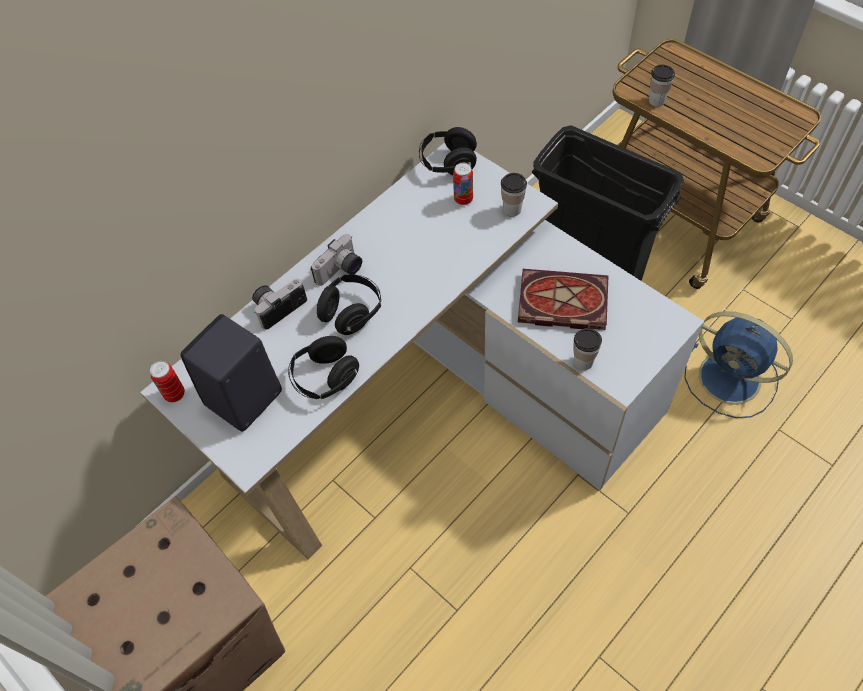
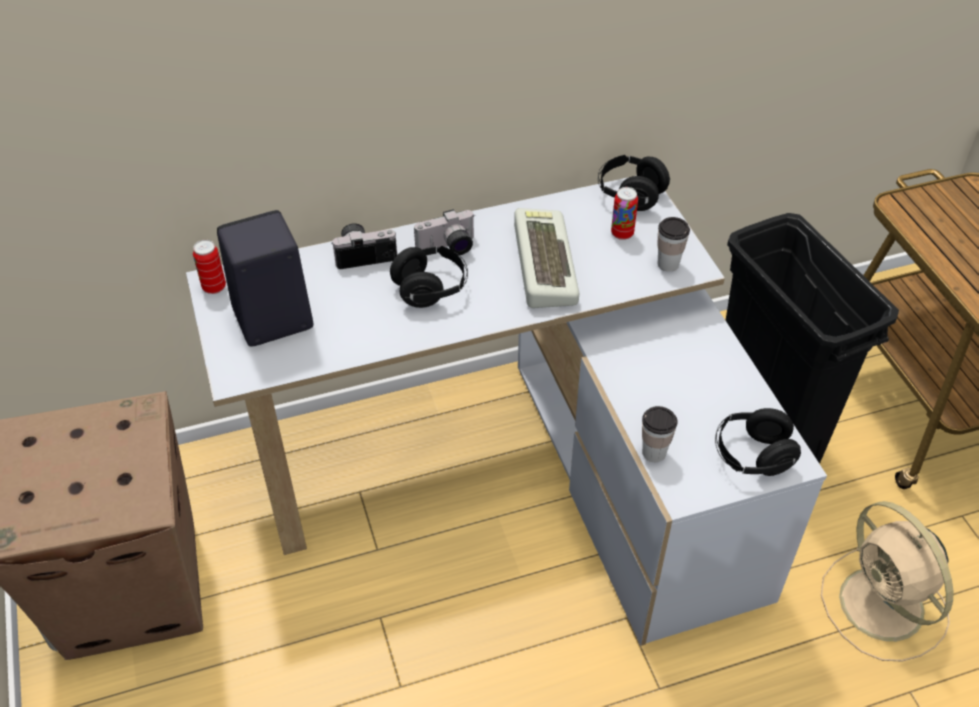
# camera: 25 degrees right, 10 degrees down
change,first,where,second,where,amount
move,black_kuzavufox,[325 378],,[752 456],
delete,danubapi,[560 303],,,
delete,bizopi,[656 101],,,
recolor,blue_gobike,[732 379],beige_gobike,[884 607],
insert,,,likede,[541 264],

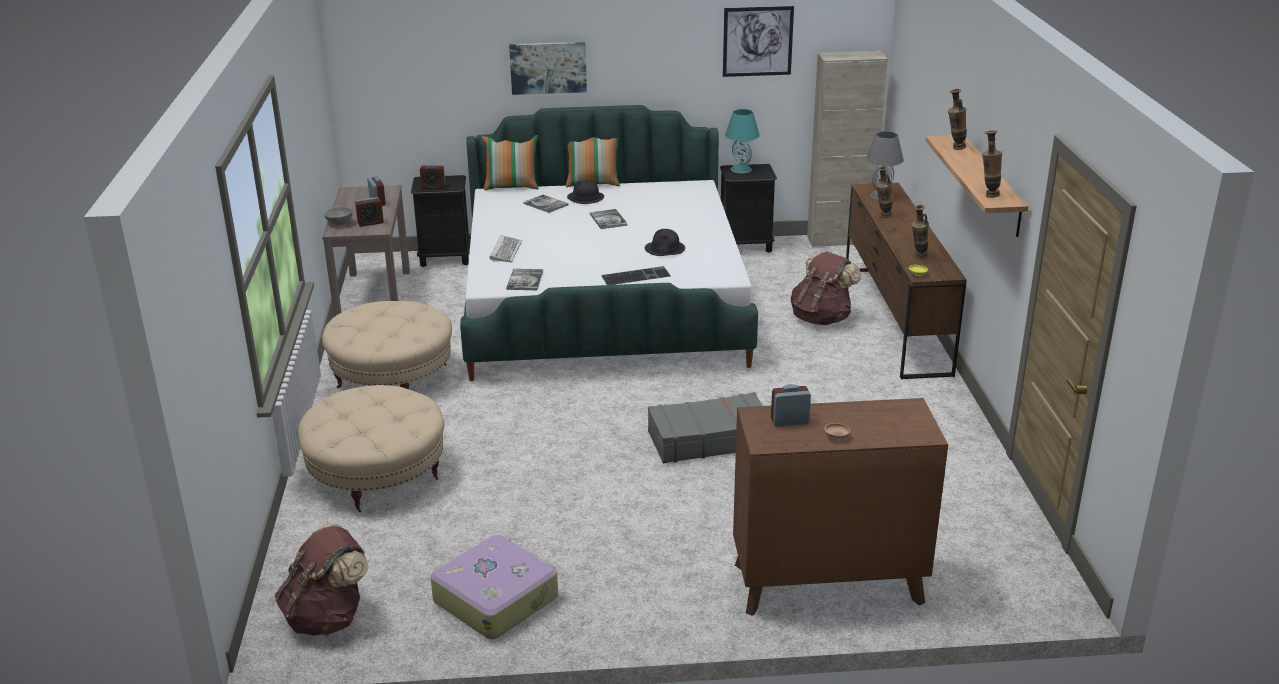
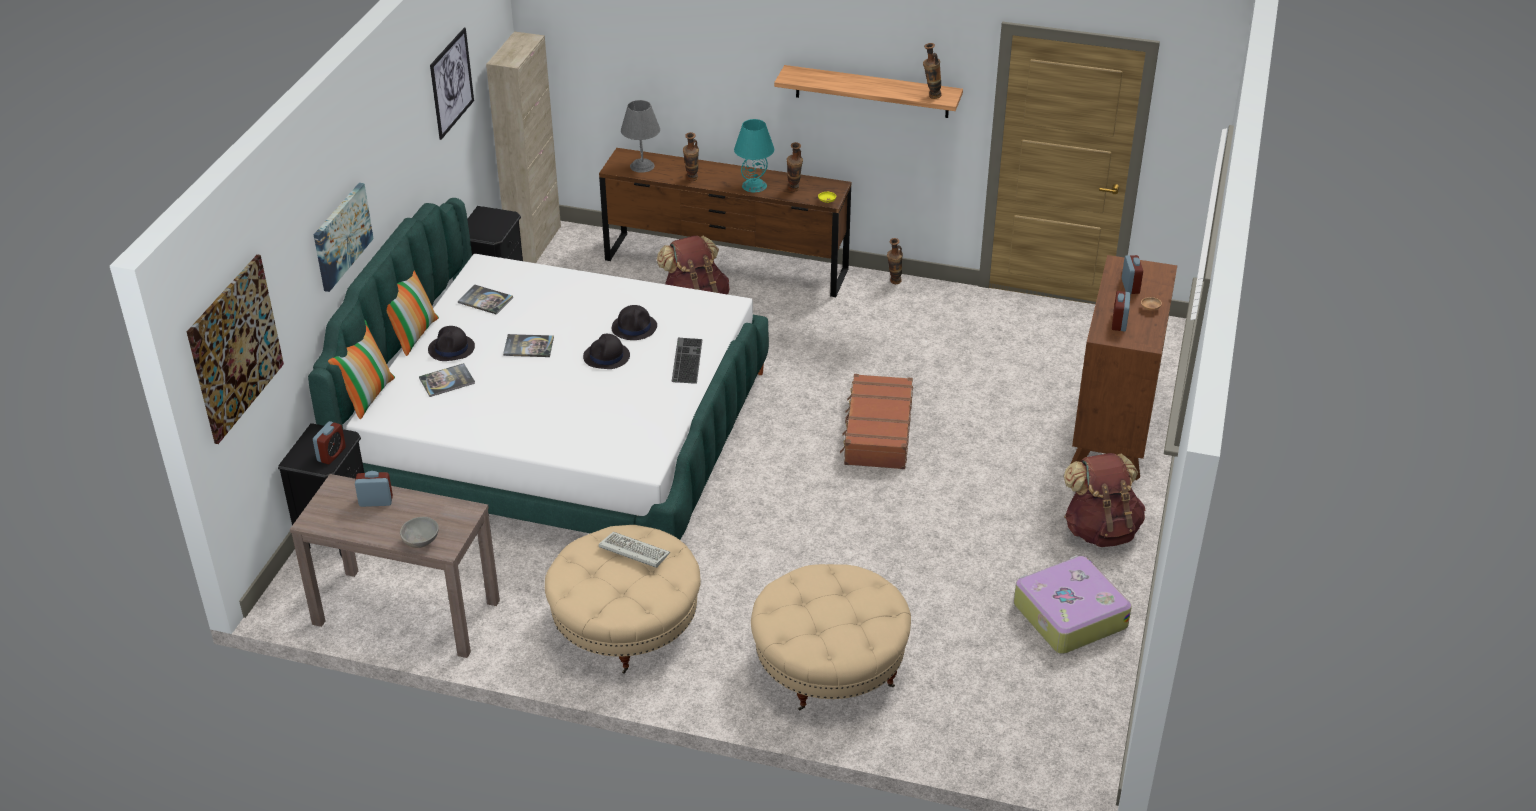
# camera: 70 degrees left, 10 degrees up
change,first,where,second,where,amount
move,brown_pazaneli,[328 618],,[1100 530],
move,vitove,[370 223],,[1130 286],
move,likede,[505 251],,[632 552],
move,danubapi,[525 280],,[485 300],
recolor,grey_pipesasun,[709 439],brown_pipesasun,[877 432],
move,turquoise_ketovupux,[740 169],,[754 186],
move,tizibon,[954 148],,[894 283],
insert,,,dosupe,[235 348],
insert,,,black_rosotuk,[606 357],

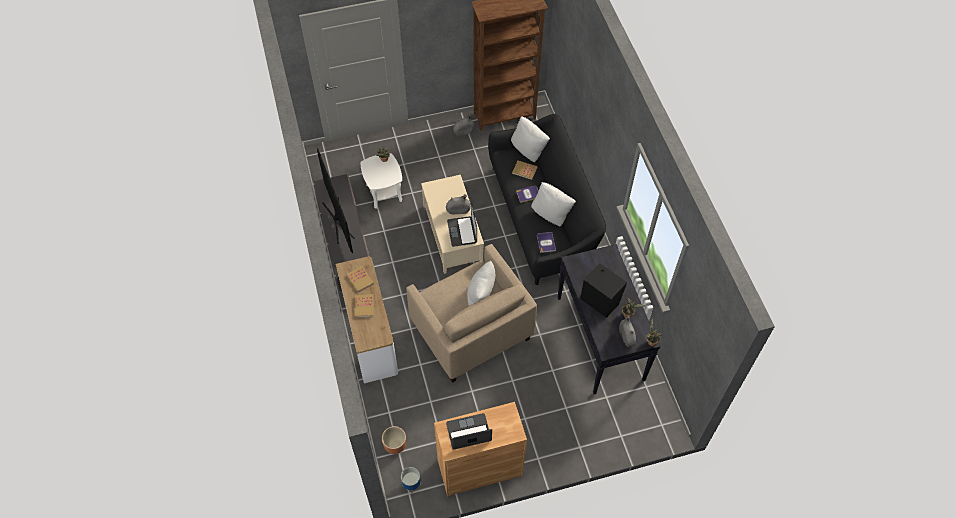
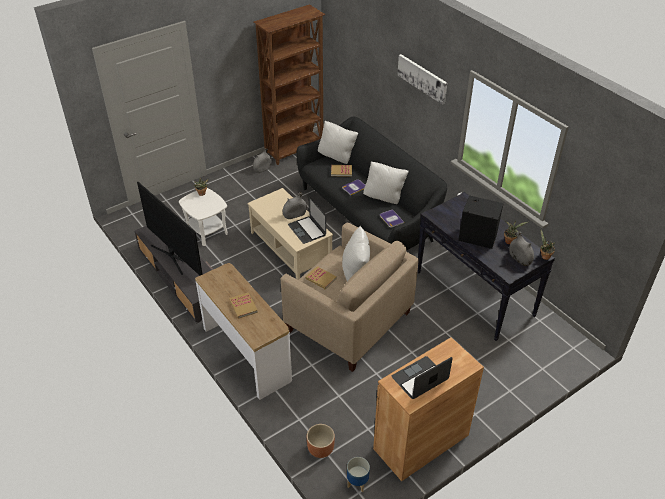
# camera: 20 degrees left, 15 degrees down
change,first,where,second,where,amount
move,danubapi,[360 280],,[320 278],
insert,,,dosupe,[422 78],

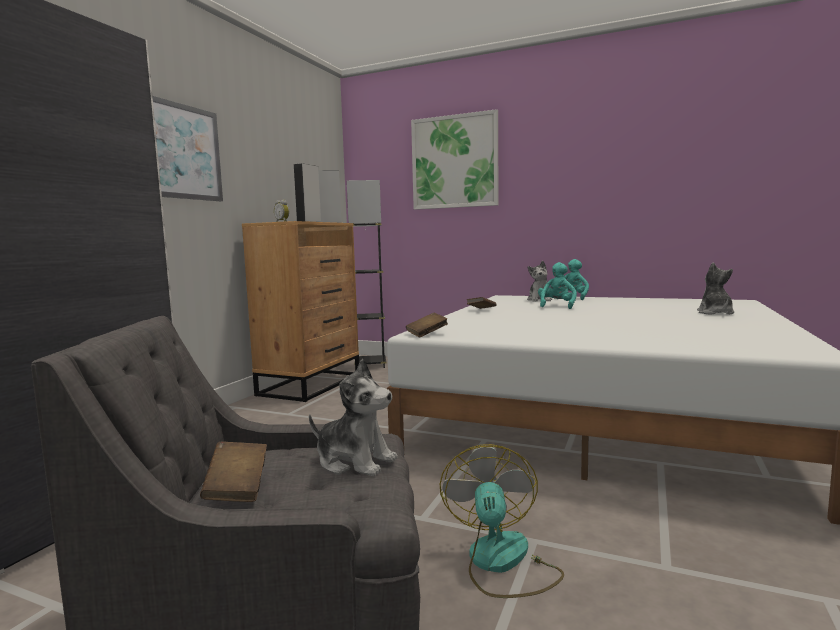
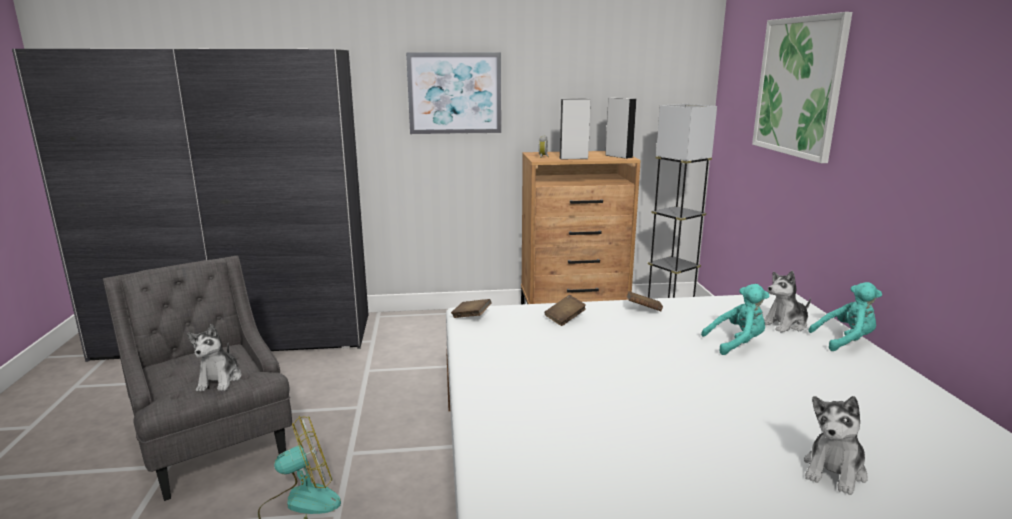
# camera: 60 degrees right, 10 degrees up
change,first,where,second,where,amount
move,brown_danubapi,[237 489],,[565 319],
rotate,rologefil,[715 313],,[834 471],150 degrees clockwise

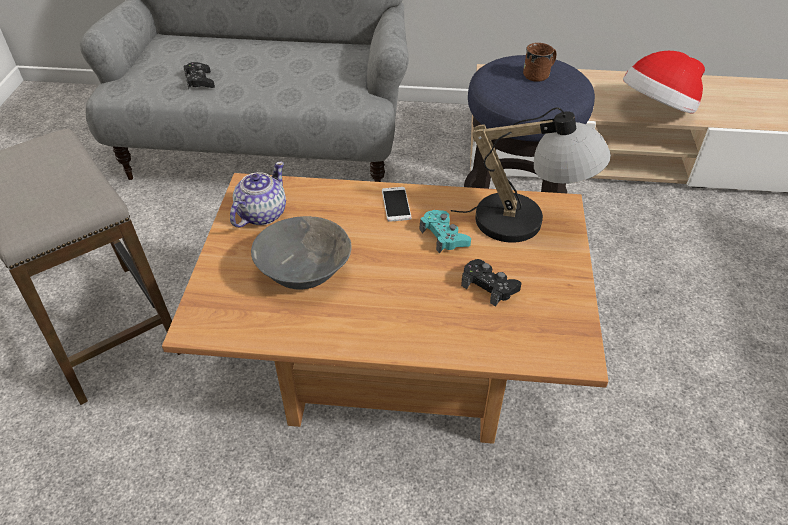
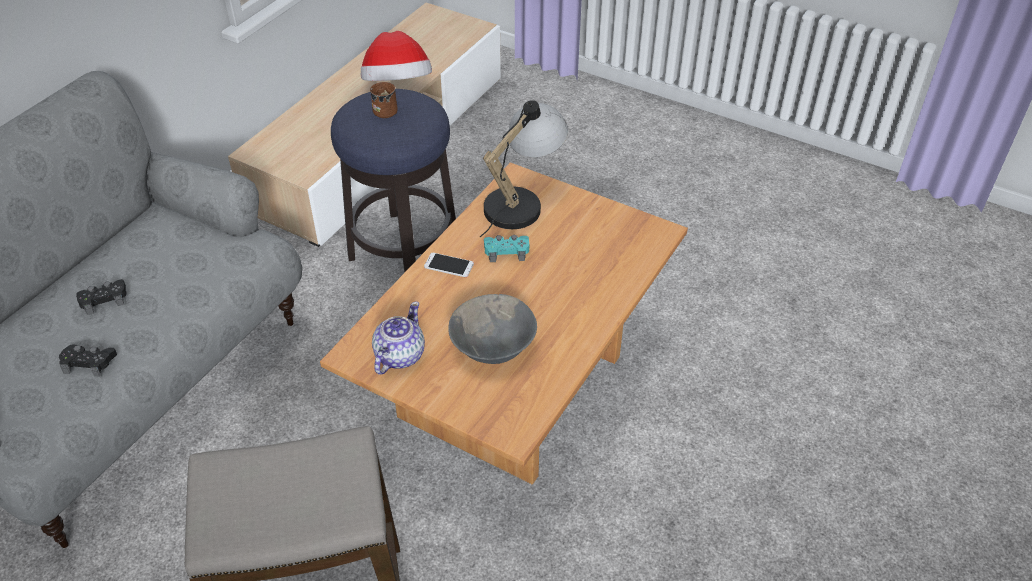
# camera: 65 degrees left, 0 degrees up
change,first,where,second,where,amount
rotate,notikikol,[261 214],,[399 356],60 degrees clockwise
move,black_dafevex,[489 286],,[104 300],

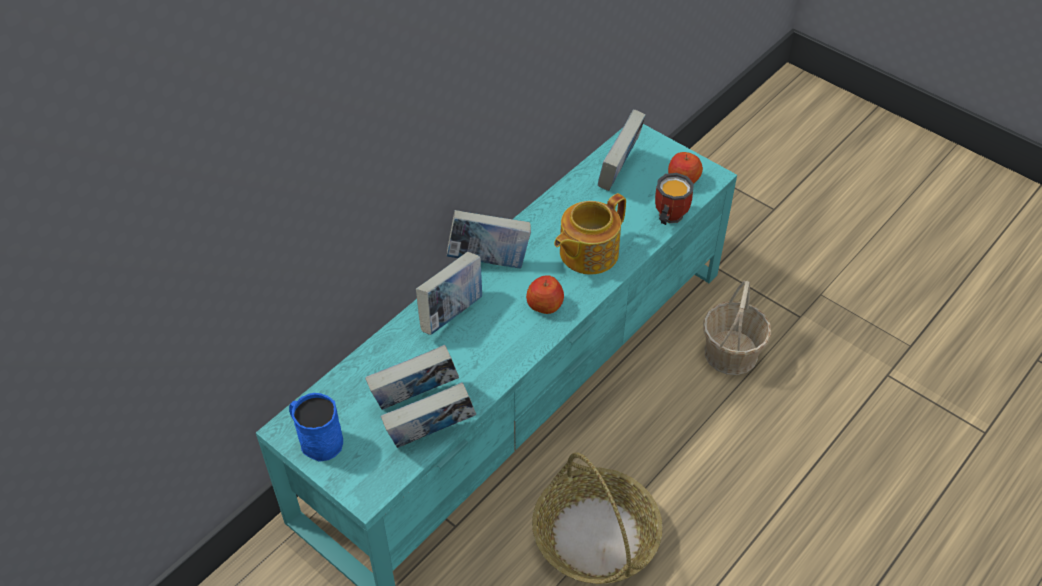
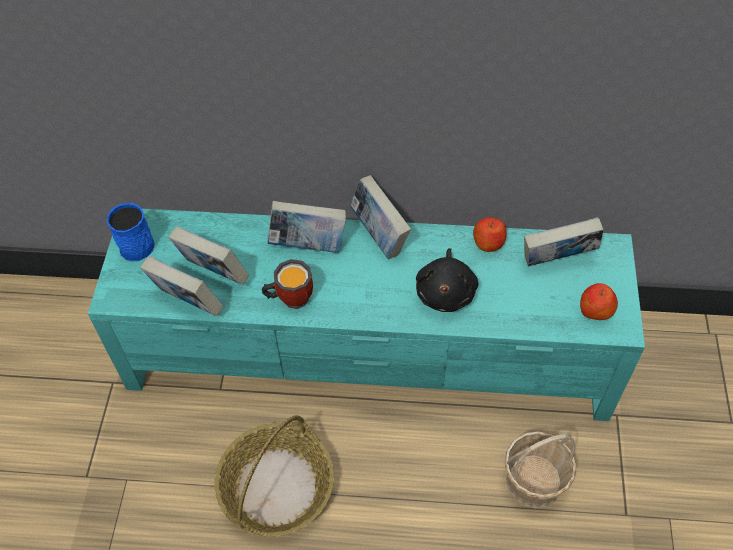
# camera: 55 degrees right, 5 degrees up
change,first,where,second,where,amount
move,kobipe,[545 305],,[488 243],
replace,notikikol,[587 253],black_rologefil,[446 292],
move,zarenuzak,[667 217],,[290 297],

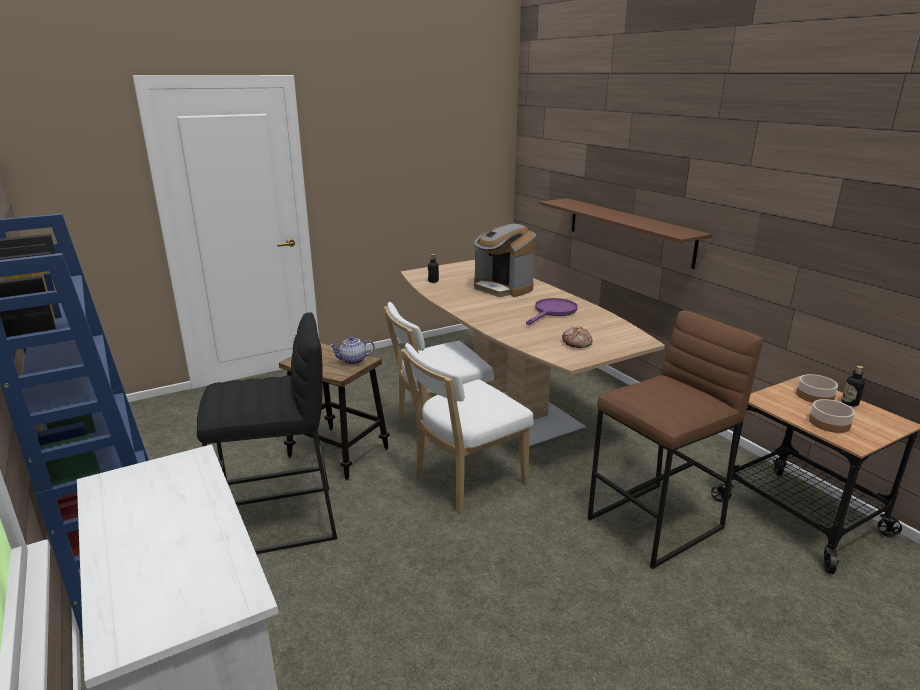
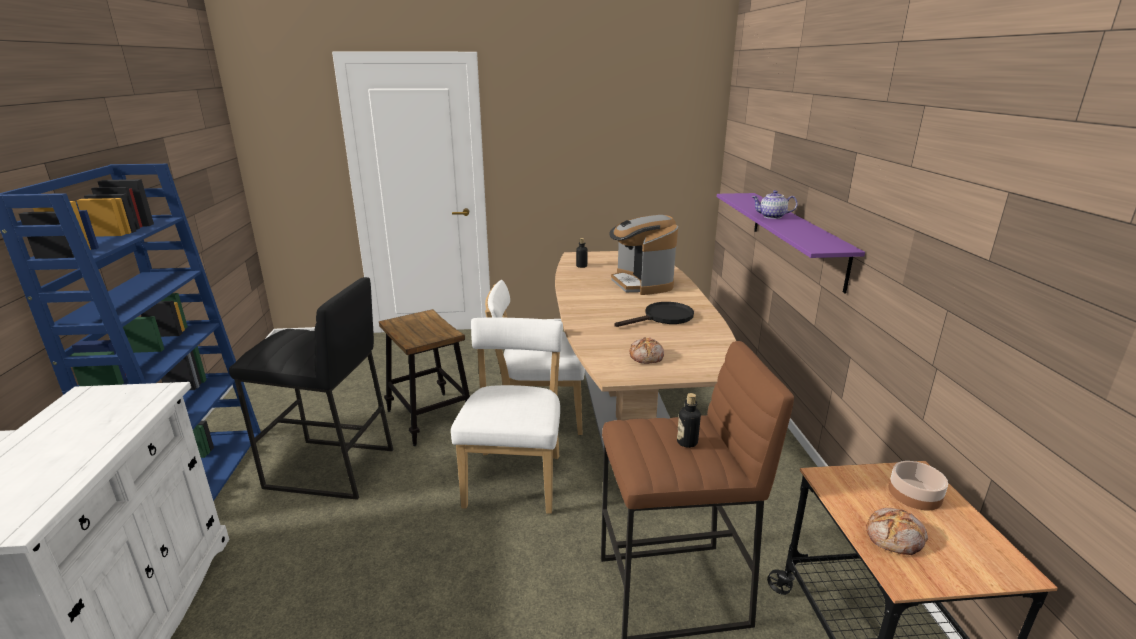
# camera: 25 degrees right, 0 degrees up
change,first,where,second,where,amount
move,notikikol,[353 361],,[772 217],
rotate,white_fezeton,[465 480],,[515 477],105 degrees clockwise
recolor,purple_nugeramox,[553 312],black_nugeramox,[663 318],
recolor,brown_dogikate,[628 231],purple_dogikate,[796 237],
replace,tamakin,[830 423],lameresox,[895 538],
move,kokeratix,[849 403],,[687 442],

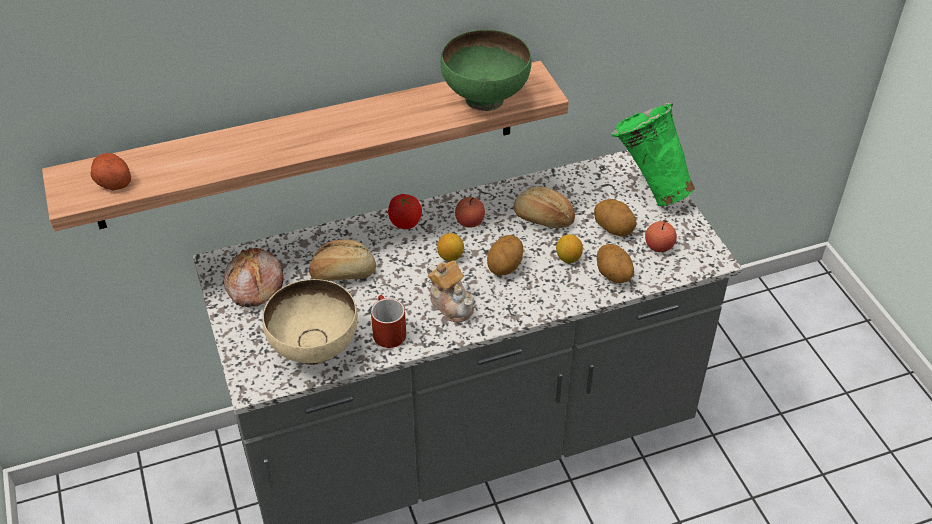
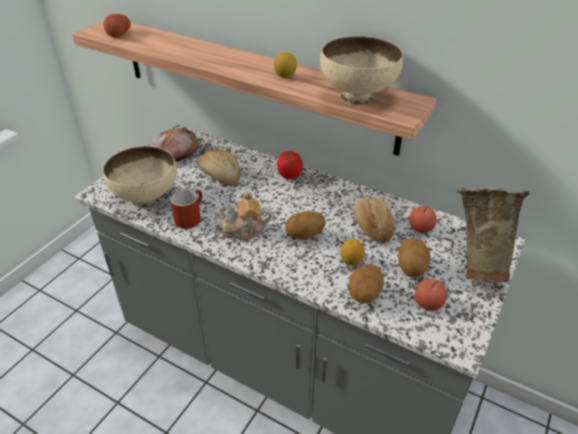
# camera: 50 degrees right, 5 degrees down
change,first,where,second,where,amount
rotate,notikikol,[451 303],,[243 230],75 degrees clockwise
move,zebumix,[450 256],,[285 76],
recolor,green_tamakin,[485 100],beige_tamakin,[357 97],
move,kobipe,[470 222],,[420 228],
recolor,green_tizibon,[647 190],beige_tizibon,[476 264],

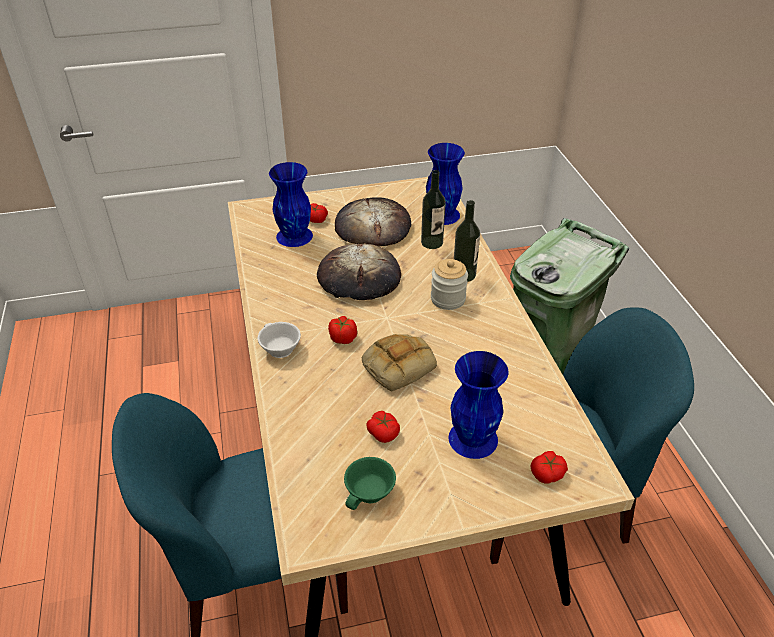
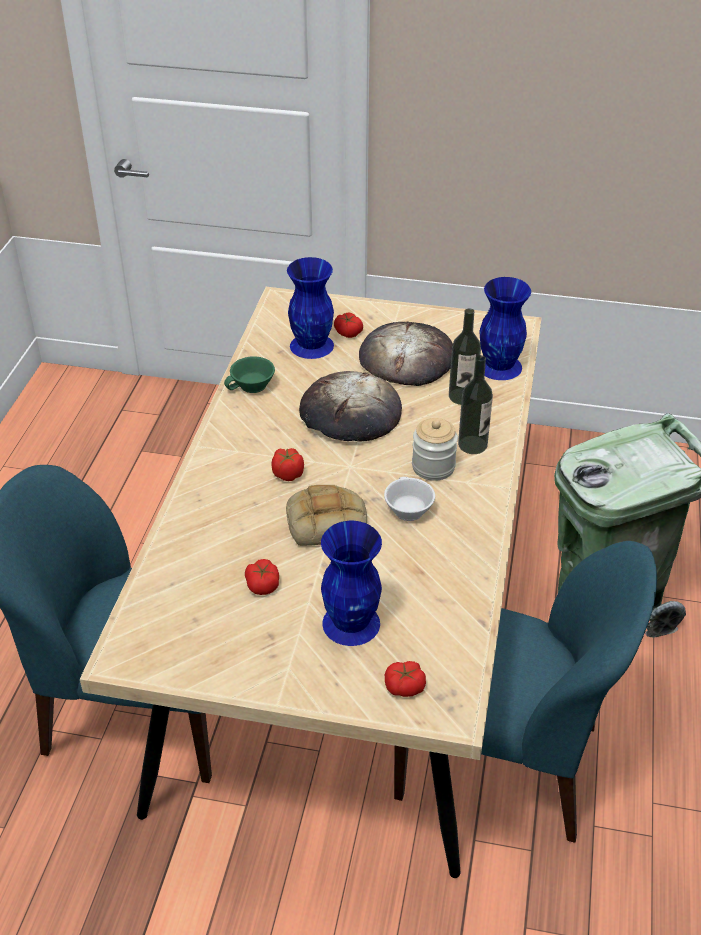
# camera: 25 degrees right, 0 degrees up
change,first,where,second,where,amount
move,white_bizopi,[278 349],,[406 509],
move,green_bizopi,[370 493],,[252 386],

